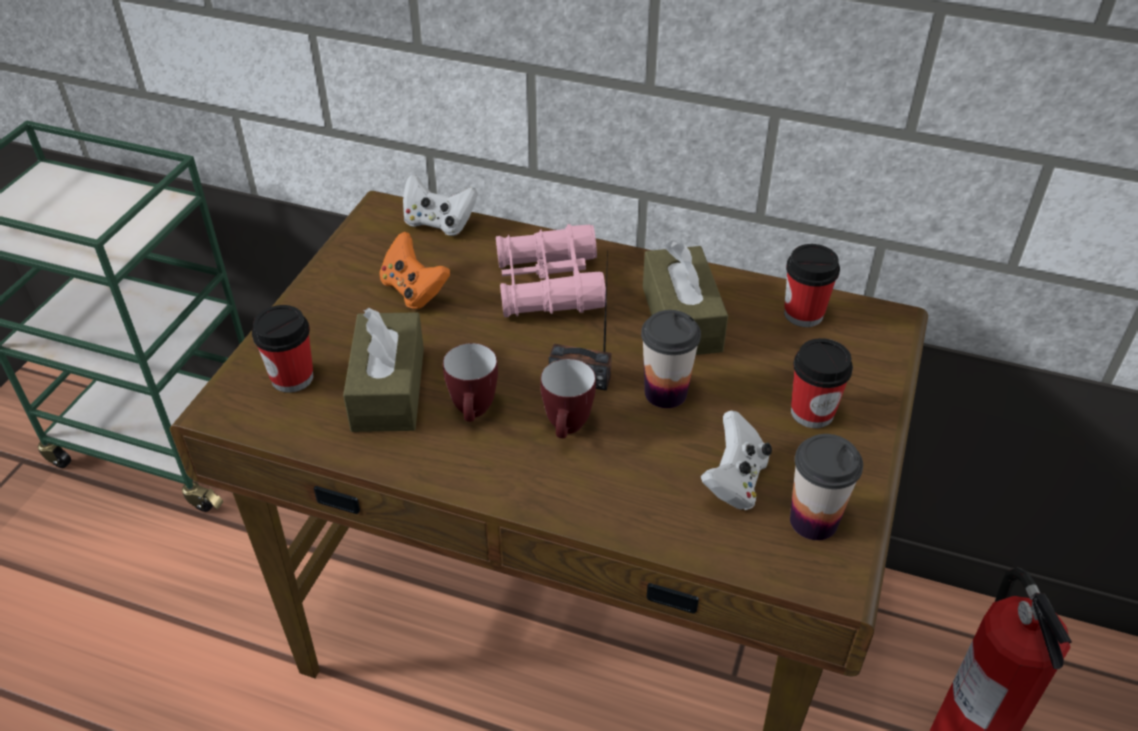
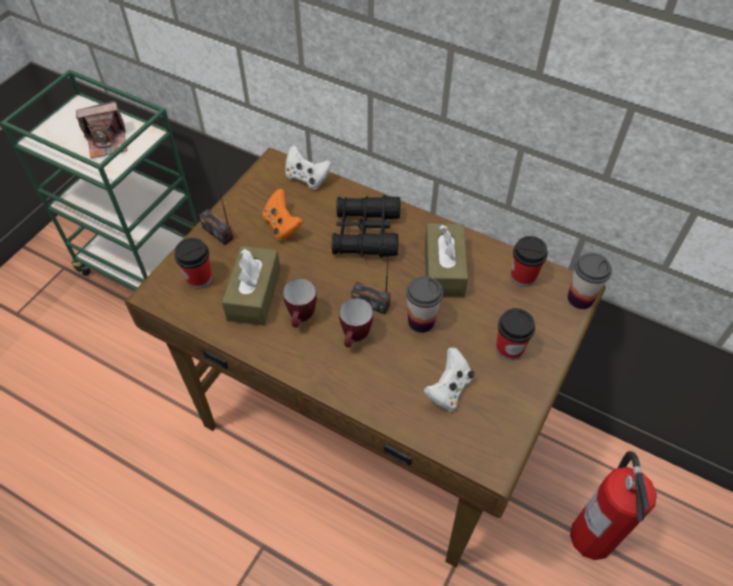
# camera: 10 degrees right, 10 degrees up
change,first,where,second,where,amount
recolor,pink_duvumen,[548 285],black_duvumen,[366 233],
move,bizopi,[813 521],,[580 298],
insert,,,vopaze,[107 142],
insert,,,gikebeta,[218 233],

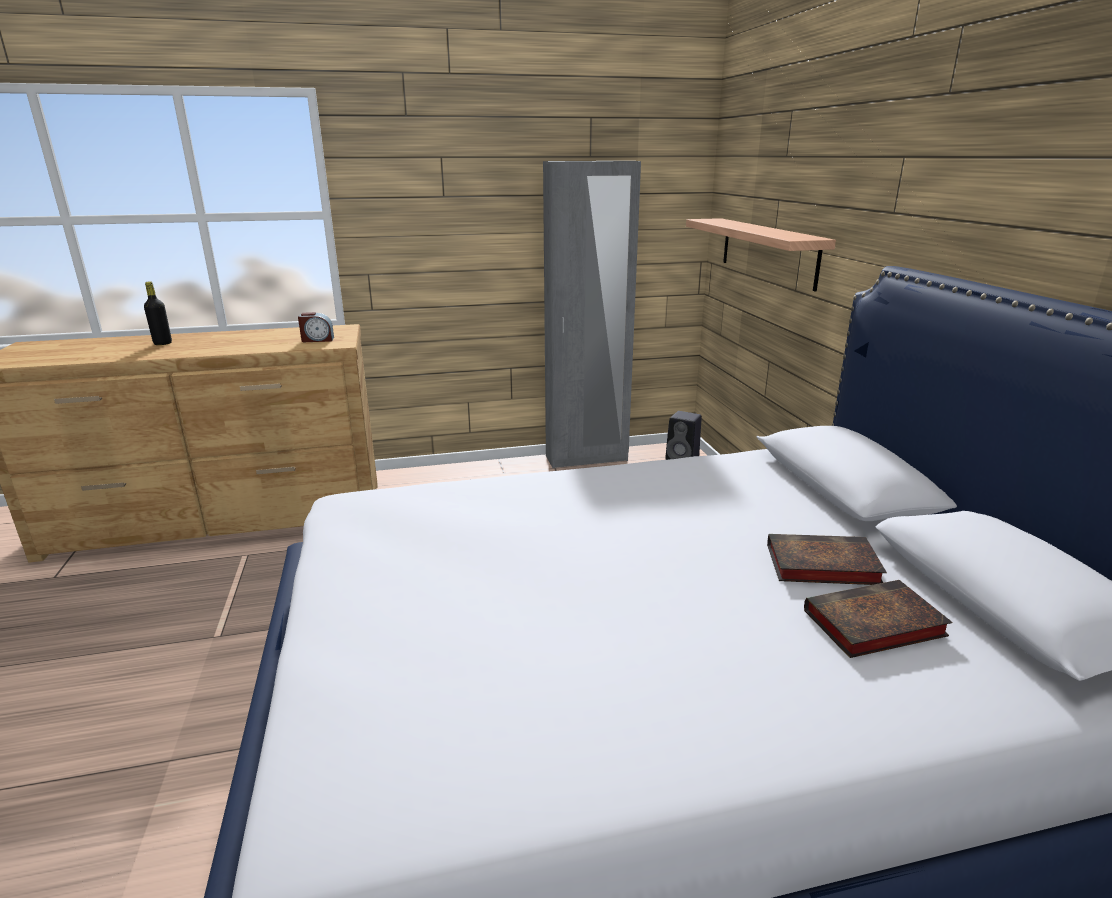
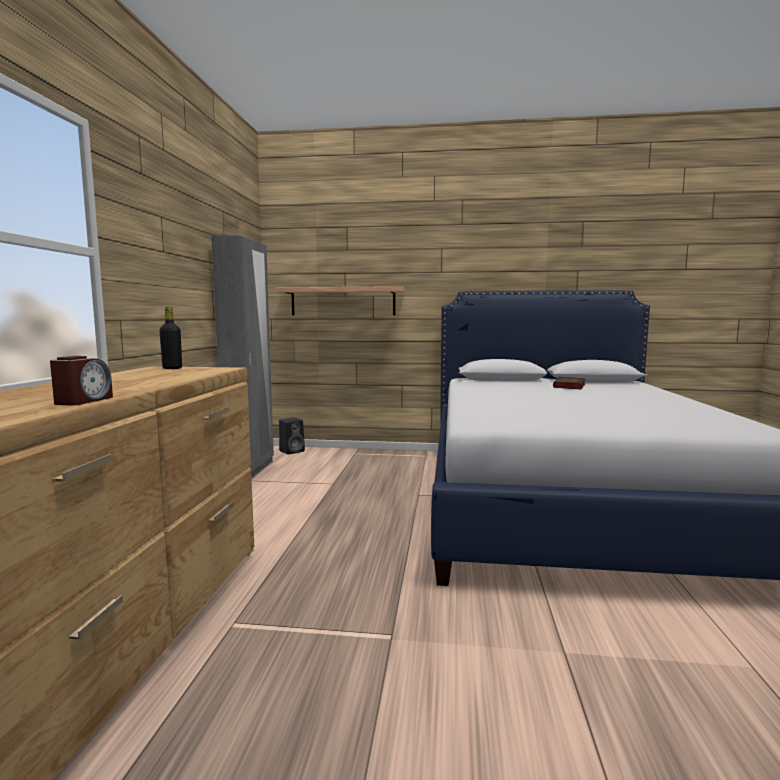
# camera: 70 degrees left, 15 degrees down
change,first,where,second,where,amount
move,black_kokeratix,[163 343],,[172 368],
move,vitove,[317 340],,[83 401],
delete,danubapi,[871 625],,,

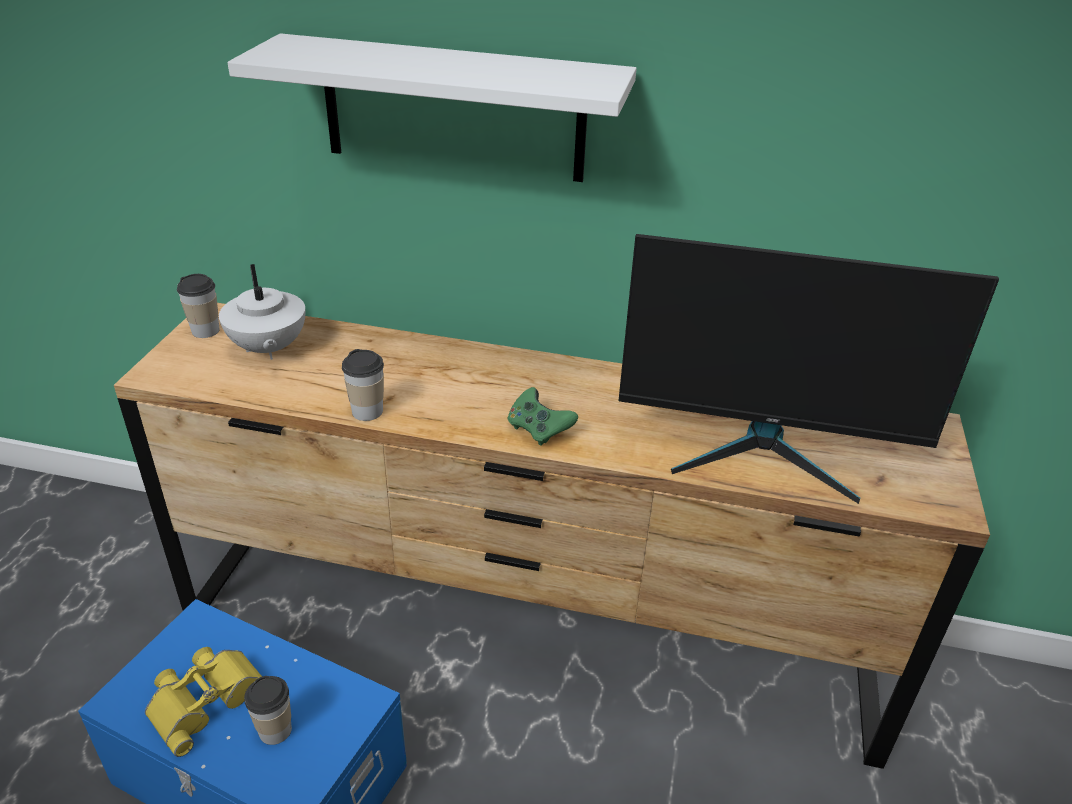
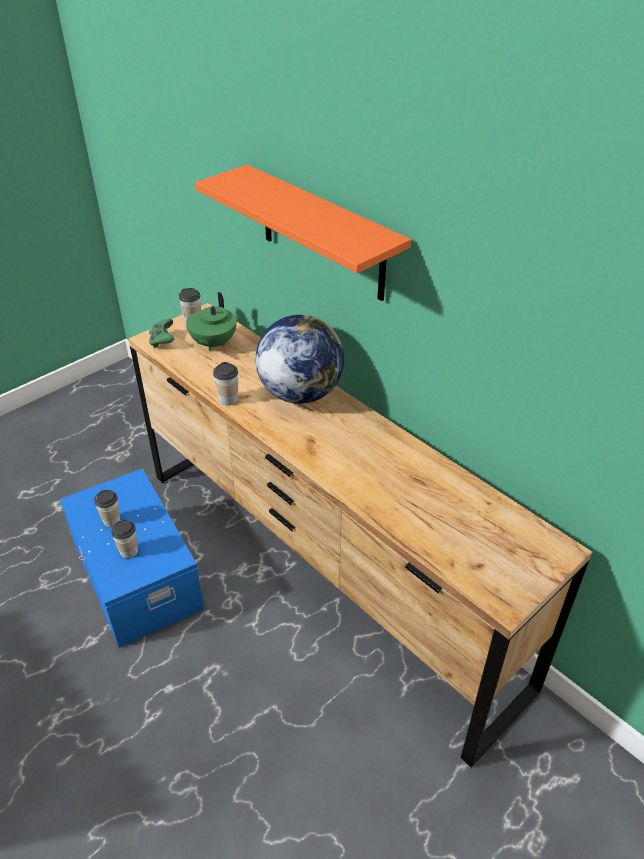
# camera: 35 degrees right, 5 degrees up
change,first,where,second,where,amount
replace,yellow_duvumen,[206 699],bizopi,[111 520],
recolor,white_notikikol,[268 349],green_notikikol,[213 343],
recolor,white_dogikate,[453 109],orange_dogikate,[322 234],
move,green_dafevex,[538 430],,[162 341],
delete,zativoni,[765 452],,,
insert,,,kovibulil,[300 393],

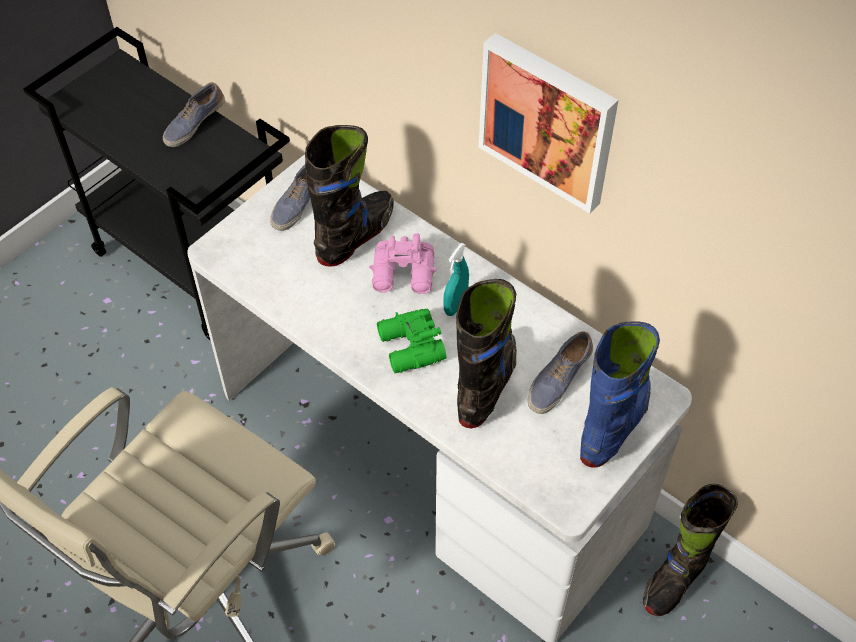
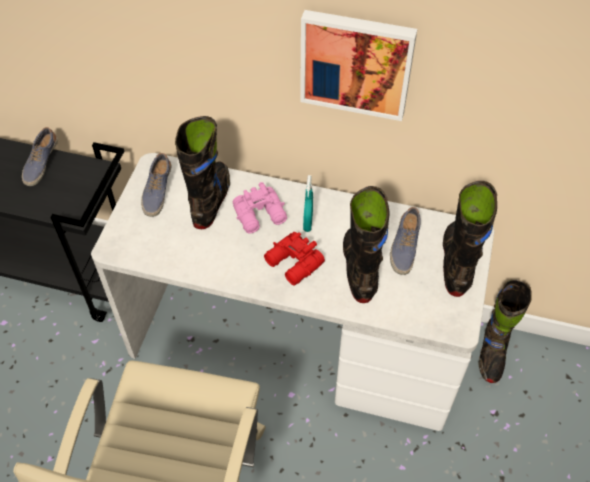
# camera: 25 degrees left, 0 degrees up
change,first,where,second,where,amount
recolor,green_duvumen,[410 348],red_duvumen,[294 264],
recolor,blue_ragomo,[614 426],black_ragomo,[456 263],

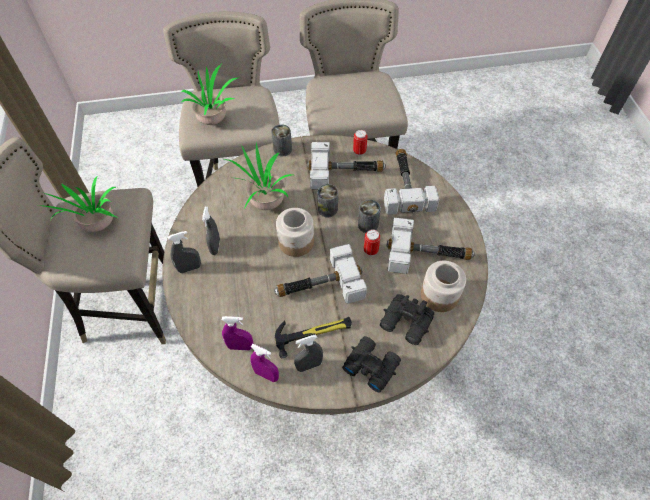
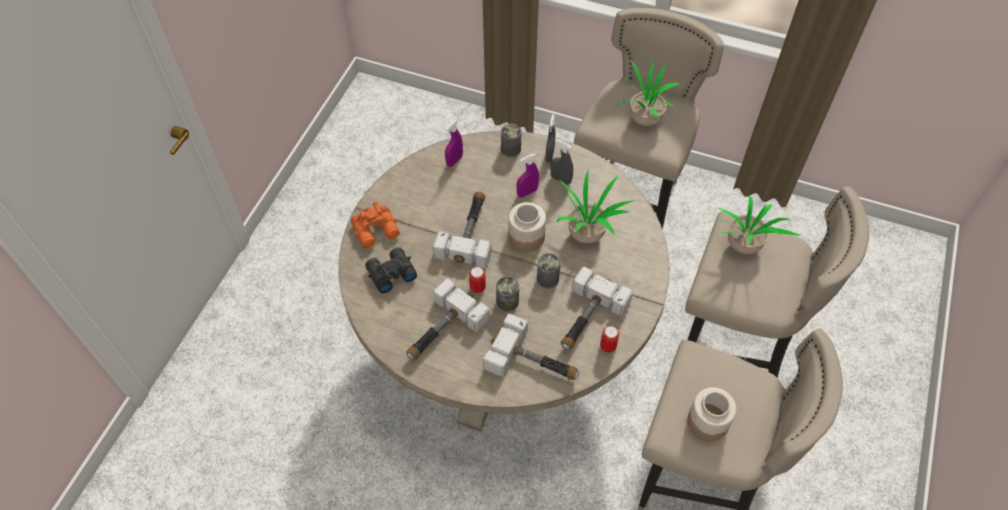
# camera: 120 degrees right, 0 degrees up
change,first,where,second,where,amount
move,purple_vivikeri,[266 375],,[527 192],
move,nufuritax,[282 149],,[511 149],
delete,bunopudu,[313 332],,,
delete,grey_vivikeri,[309 365],,,
recolor,black_duvumen,[370 365],orange_duvumen,[377 231],
move,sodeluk,[439 295],,[707 421],

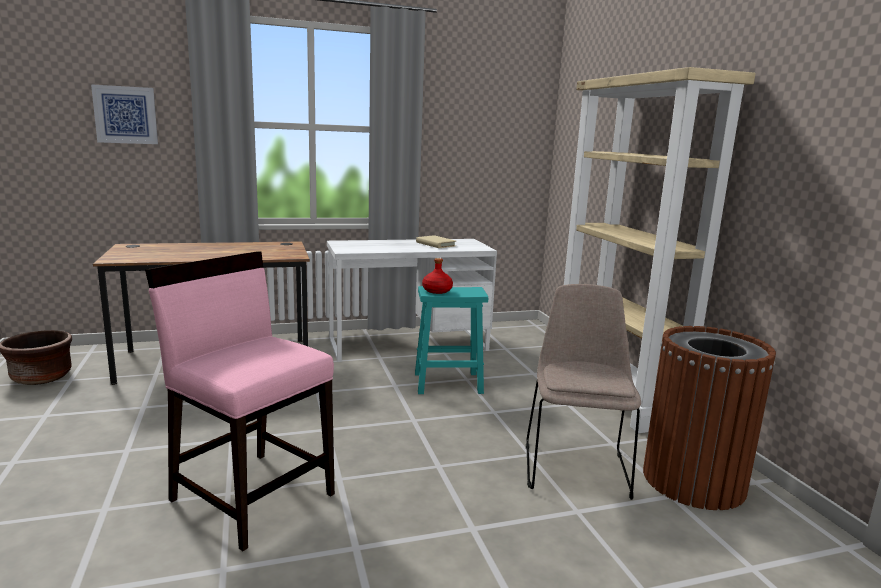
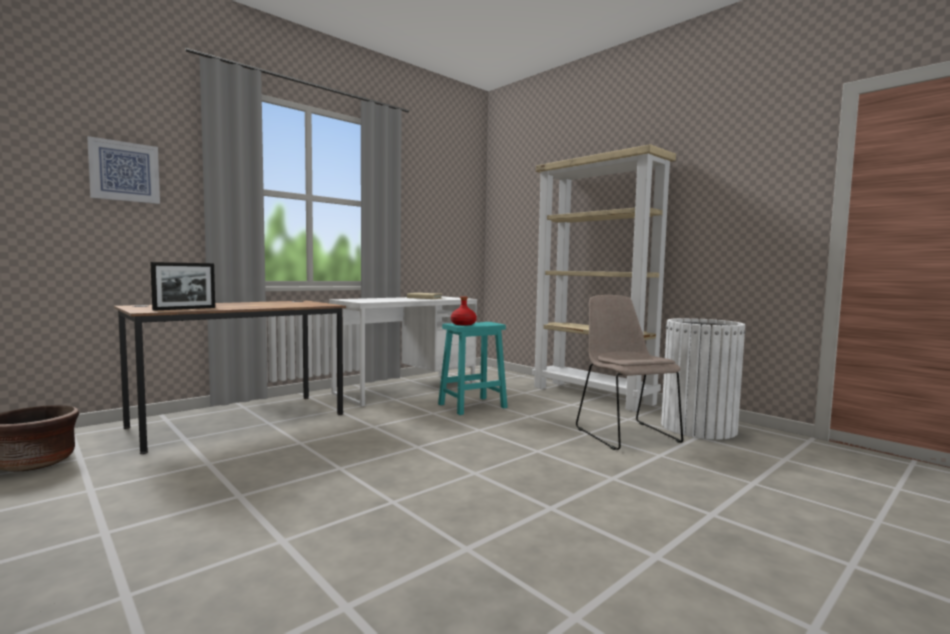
# camera: 25 degrees left, 10 degrees down
change,first,where,second,where,amount
delete,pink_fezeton,[253 495],,,
recolor,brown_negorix,[693 480],white_negorix,[698 427],
insert,,,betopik,[185 309],

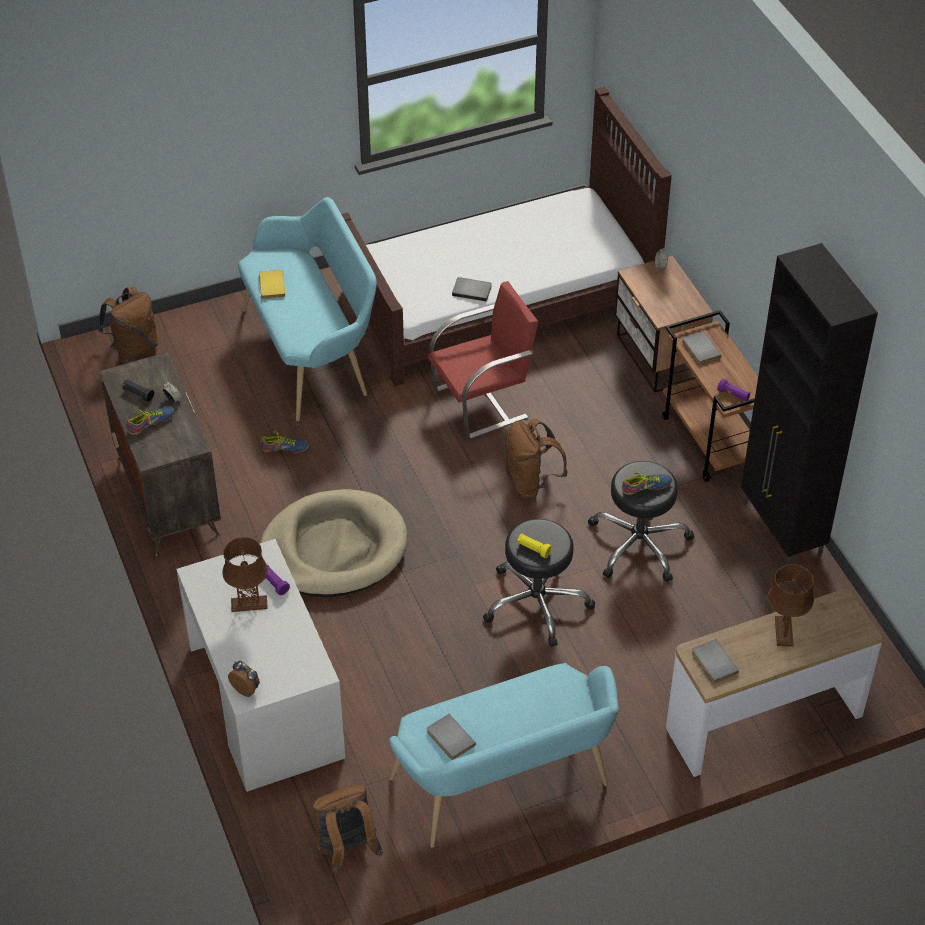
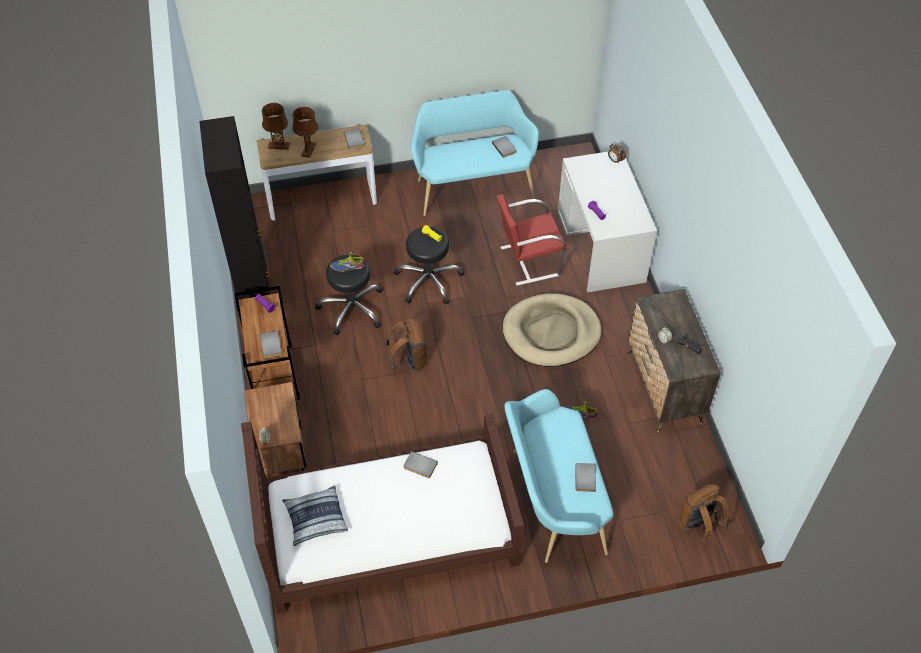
# camera: 170 degrees left, 5 degrees up
change,first,where,second,where,amount
delete,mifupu,[151 423],,,
move,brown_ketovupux,[249 604],,[278 146],
recolor,yellow_danubapi,[273 285],grey_danubapi,[584 478],
delete,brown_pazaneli,[346 850],,,
move,red_fezeton,[482 403],,[528 261],
insert,,,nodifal,[315 519],

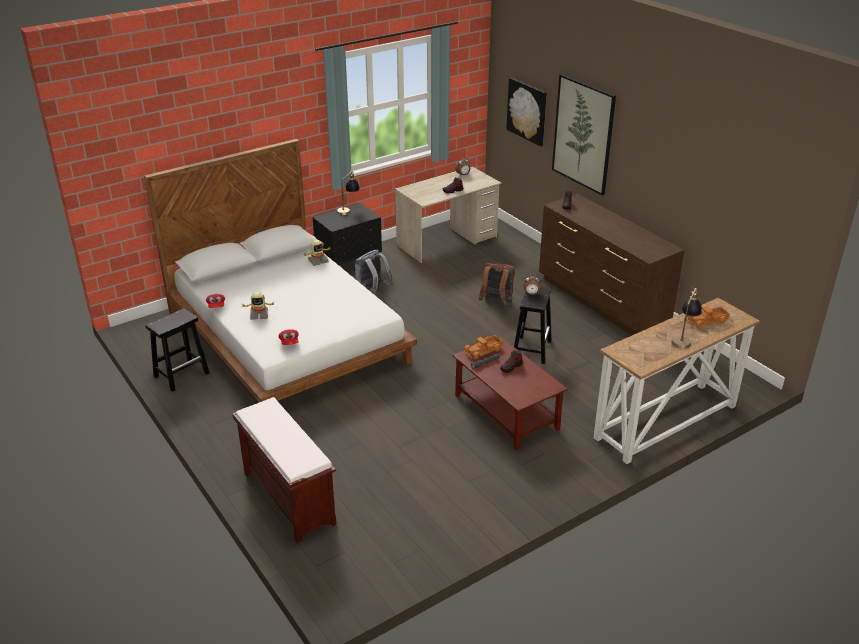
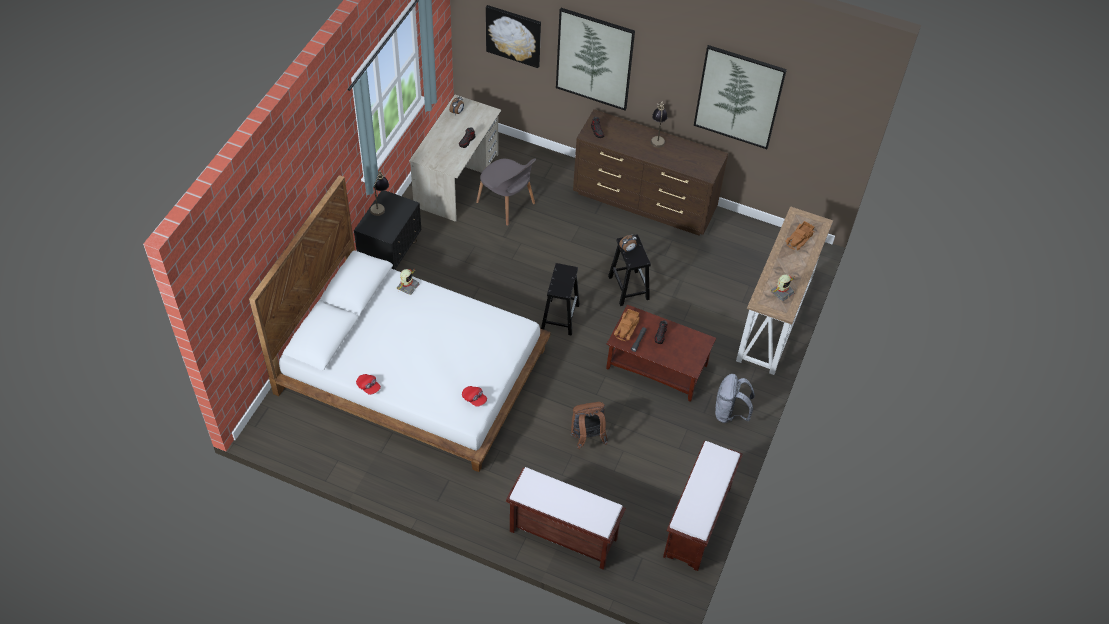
# camera: 35 degrees left, 20 degrees up
change,first,where,second,where,amount
move,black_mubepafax,[182 374],,[560 316],
move,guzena,[259 314],,[781 292],
move,grey_pazaneli,[372 293],,[730 413],
move,brown_pazaneli,[496 305],,[587 437],
move,ketovupux,[684 339],,[657 137],
insert,,,grey_fezeton,[506 204],
insert,,,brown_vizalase,[697 523],
insert,,,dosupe,[738 97],

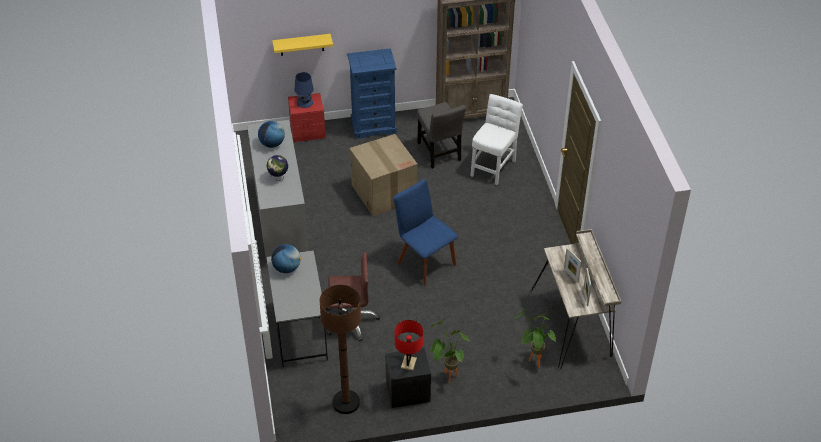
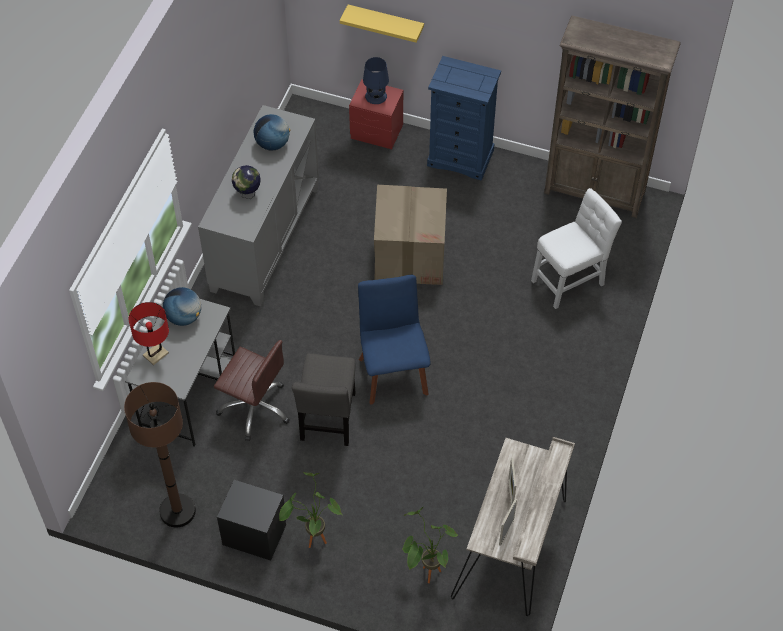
# camera: 30 degrees right, 10 degrees up
change,first,where,second,where,amount
move,red_ketovupux,[408 363],,[155 354],
move,grey_fezeton,[439 153],,[328 420],

